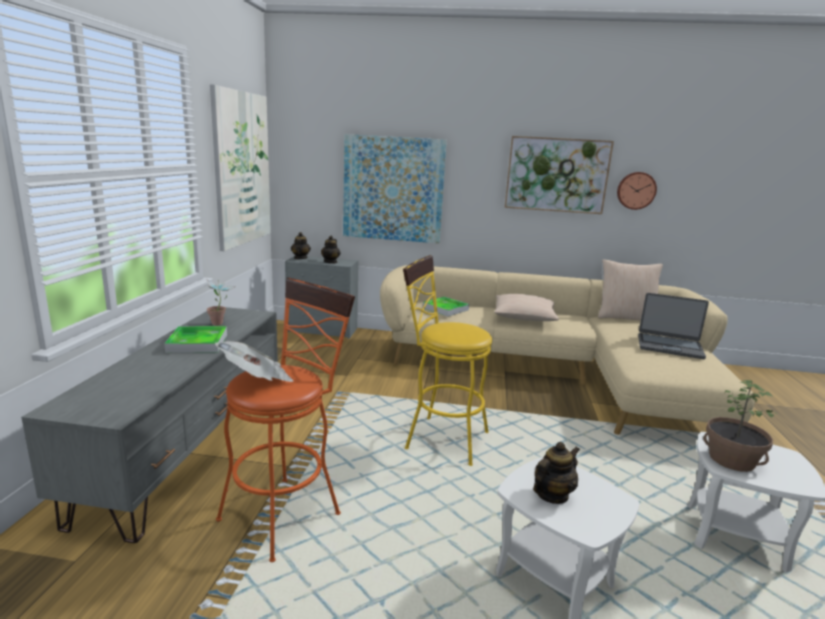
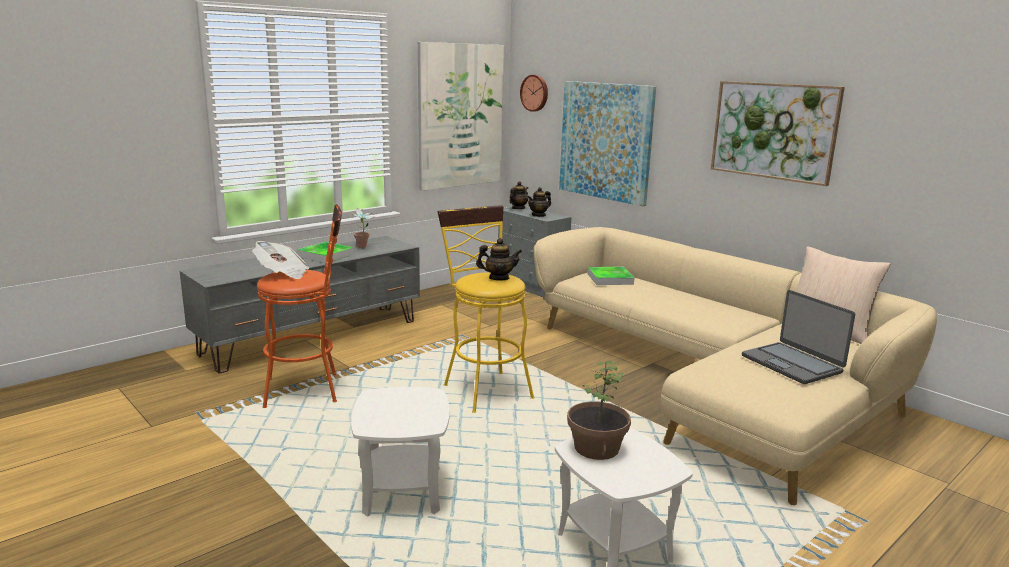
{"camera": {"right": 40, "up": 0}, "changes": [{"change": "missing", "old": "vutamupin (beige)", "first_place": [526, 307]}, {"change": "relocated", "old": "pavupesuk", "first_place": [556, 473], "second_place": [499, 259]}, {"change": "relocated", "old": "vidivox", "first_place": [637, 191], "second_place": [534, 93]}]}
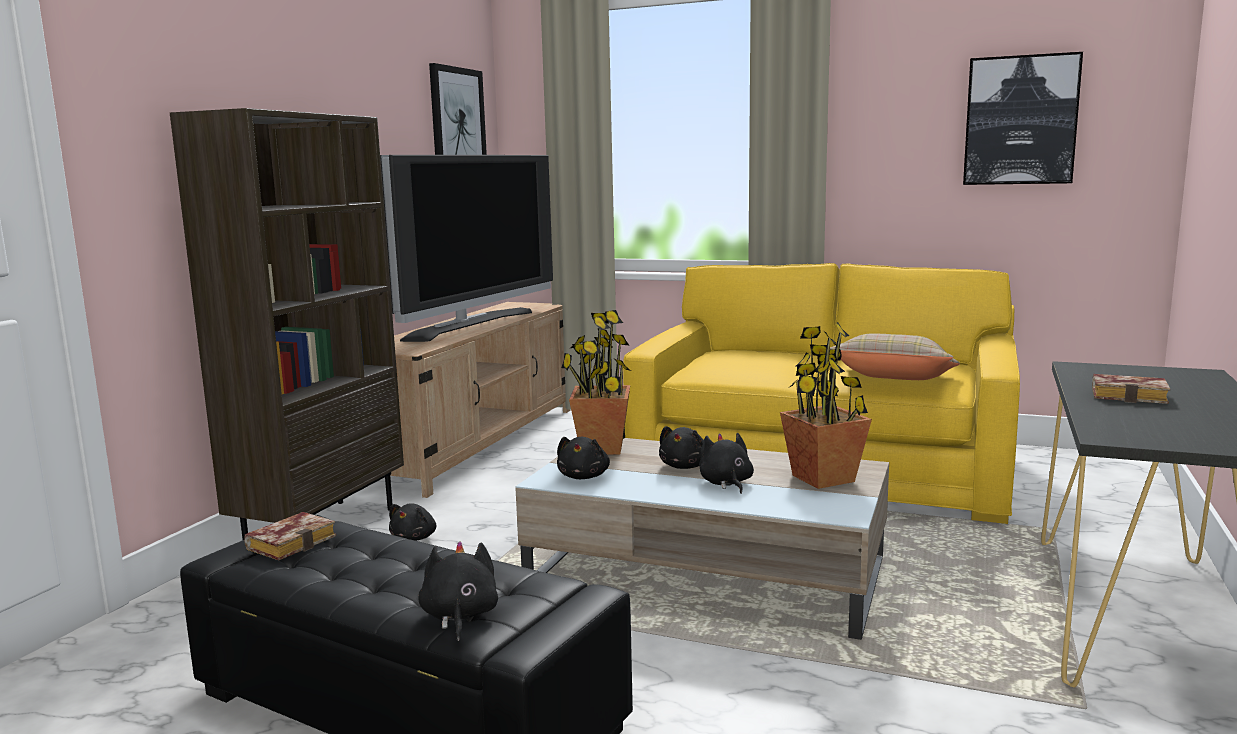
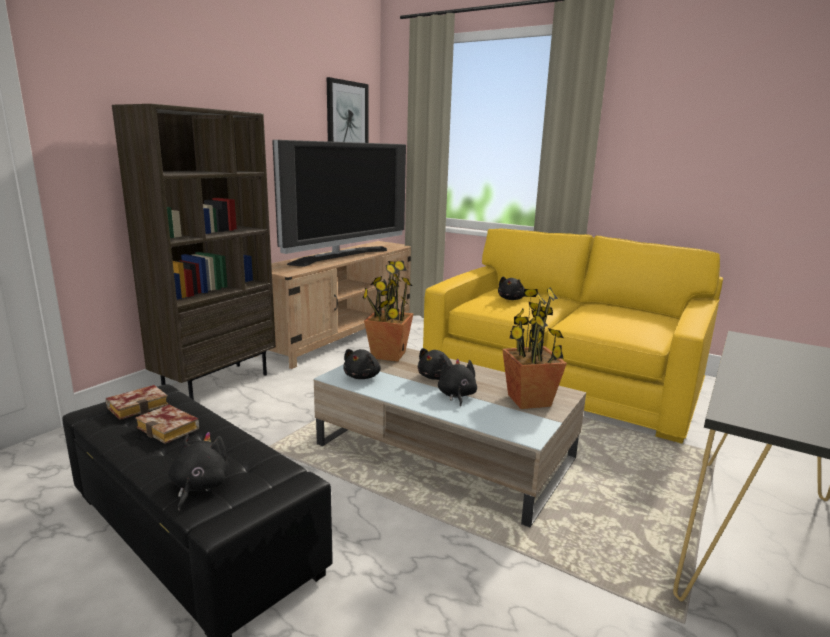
{"camera": {"right": 10, "up": 5}, "changes": [{"change": "missing", "old": "vutamupin (beige)", "first_place": [895, 356]}, {"change": "missing", "old": "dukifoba", "first_place": [1023, 118]}, {"change": "relocated", "old": "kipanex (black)", "first_place": [412, 522], "second_place": [511, 288]}, {"change": "relocated", "old": "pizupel", "first_place": [1131, 389], "second_place": [167, 424]}]}
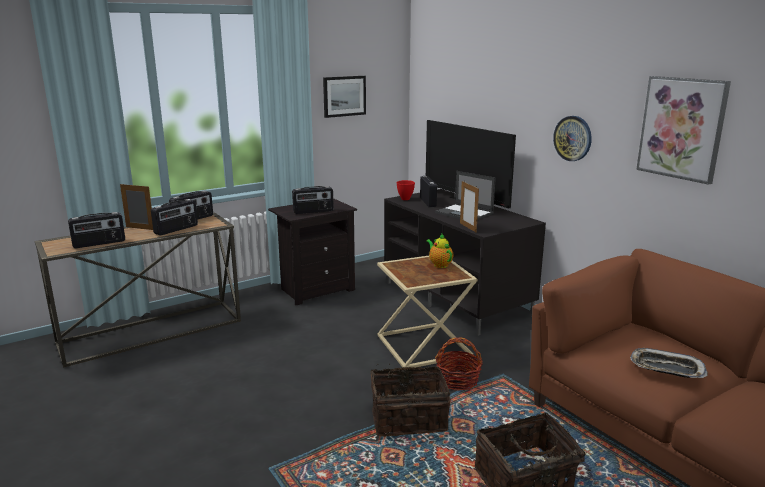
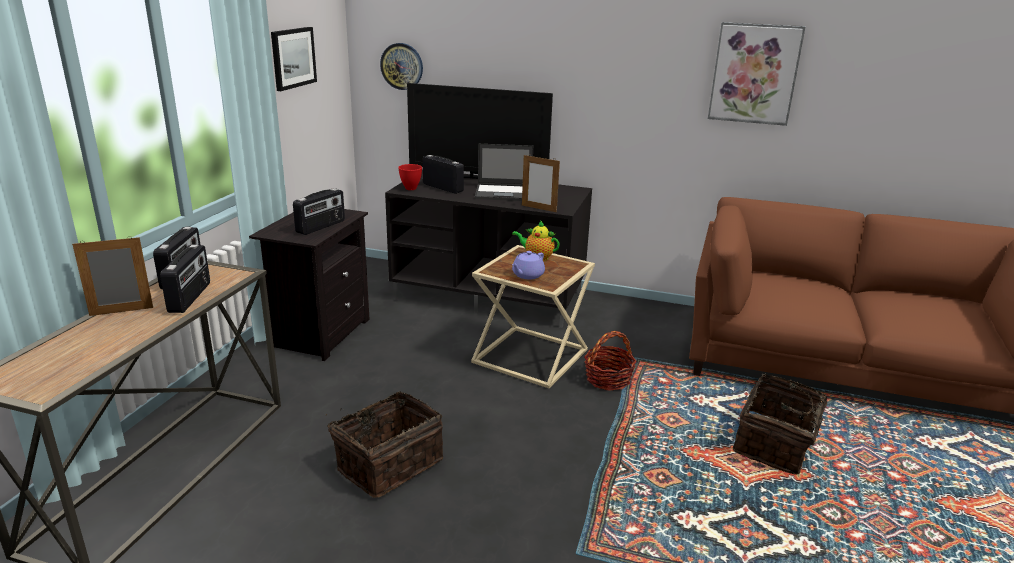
{"camera": {"right": -40, "up": 5}, "changes": [{"change": "missing", "old": "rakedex", "first_place": [96, 230]}, {"change": "missing", "old": "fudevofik", "first_place": [669, 363]}, {"change": "appeared", "new": "pavupesuk (purple)", "second_place": [528, 265]}, {"change": "relocated", "old": "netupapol", "first_place": [410, 400], "second_place": [384, 444]}, {"change": "relocated", "old": "vidivox", "first_place": [572, 138], "second_place": [401, 66]}]}
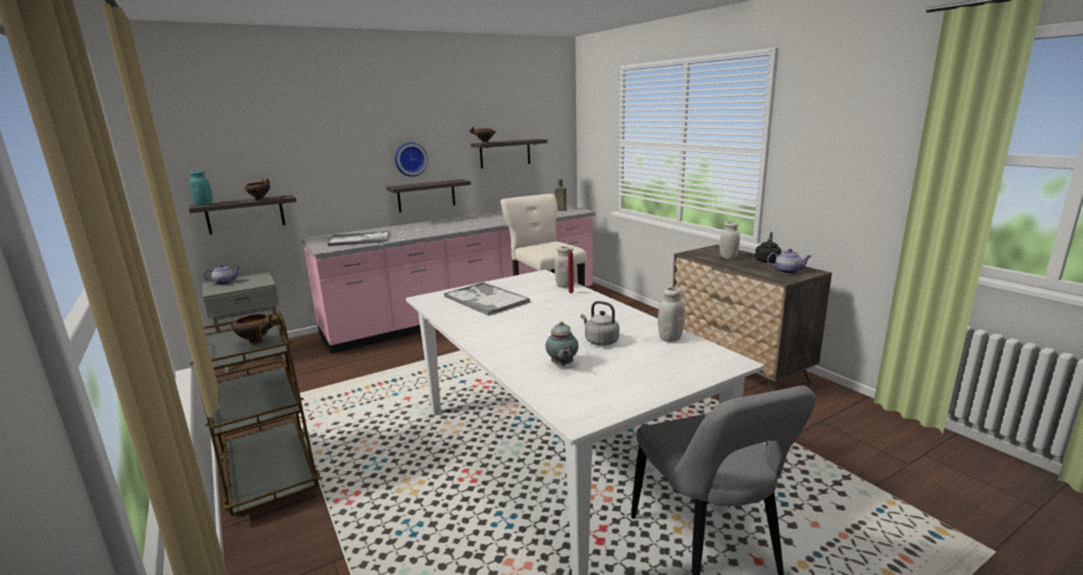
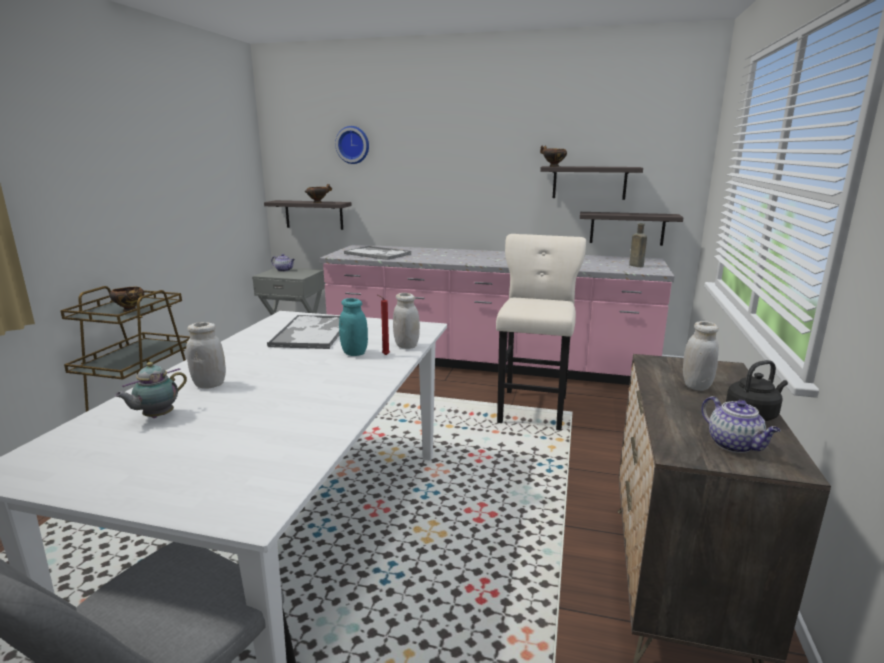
{"camera": {"right": 45, "up": 0}, "changes": [{"change": "missing", "old": "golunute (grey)", "first_place": [600, 323]}, {"change": "relocated", "old": "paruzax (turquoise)", "first_place": [201, 188], "second_place": [353, 327]}, {"change": "relocated", "old": "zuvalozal", "first_place": [428, 195], "second_place": [632, 229]}, {"change": "relocated", "old": "vidivox", "first_place": [411, 159], "second_place": [352, 145]}, {"change": "relocated", "old": "paruzax (white)", "first_place": [671, 314], "second_place": [206, 355]}]}
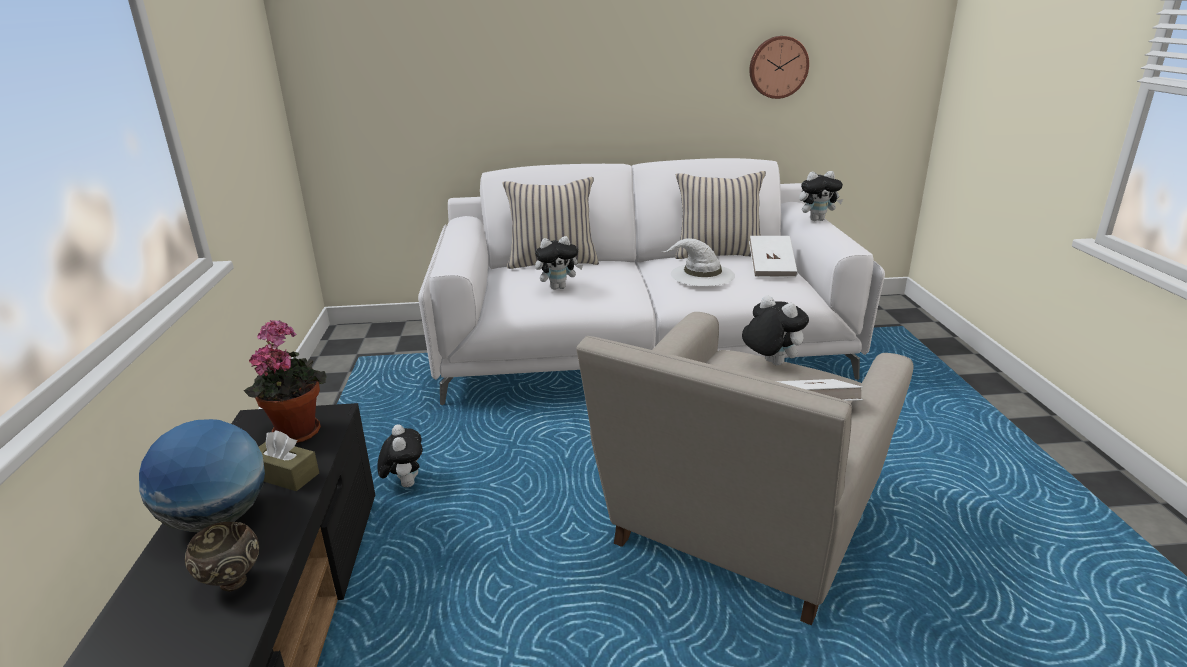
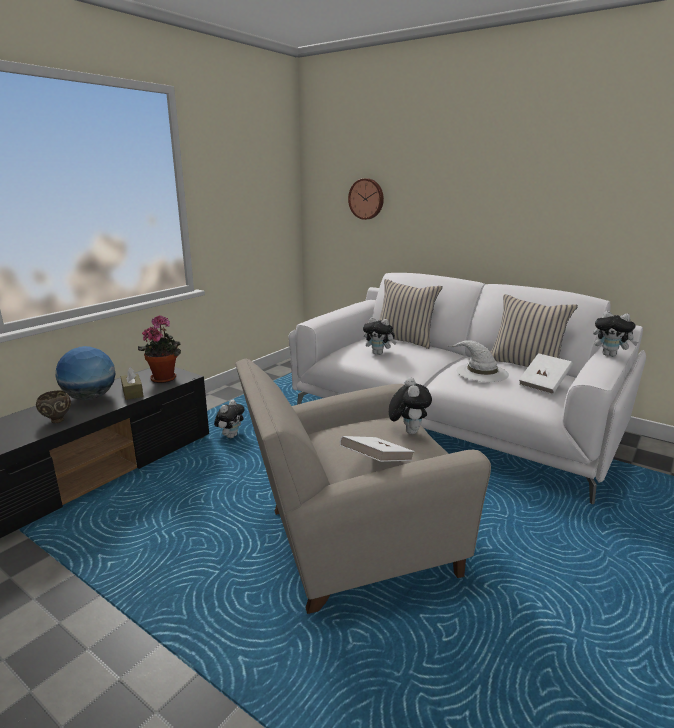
{"camera": {"right": 40, "up": -5}, "changes": [{"change": "relocated", "old": "vidivox", "first_place": [779, 67], "second_place": [366, 199]}]}
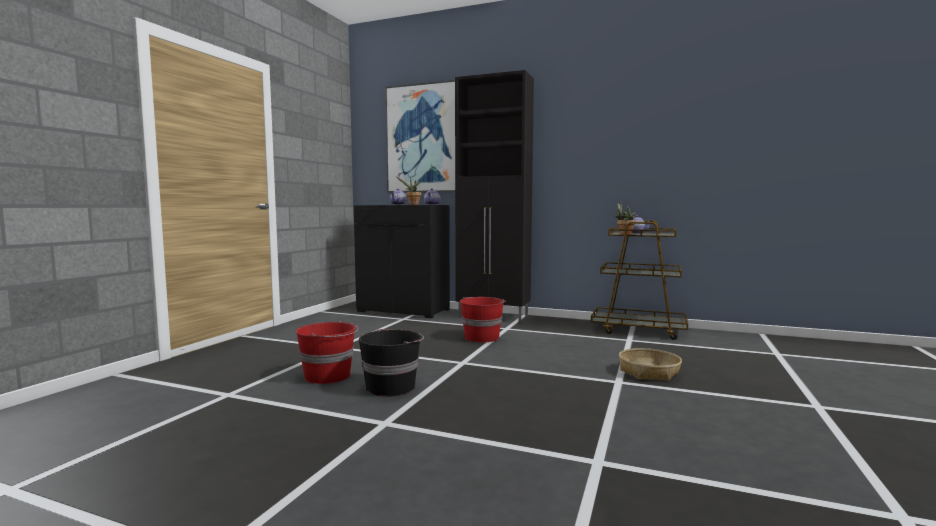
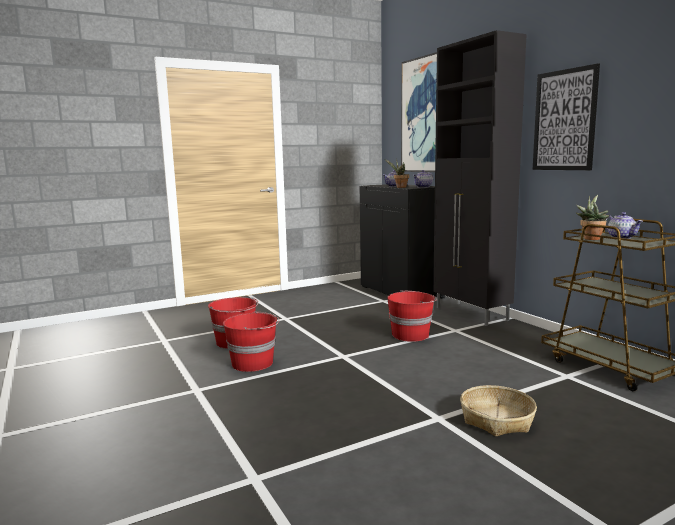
{"camera": {"right": 40, "up": 5}, "changes": [{"change": "appeared", "new": "dukifoba", "second_place": [566, 116]}, {"change": "colour", "old": "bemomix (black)", "new": "bemomix (red)", "first_place": [391, 363], "second_place": [251, 341]}]}
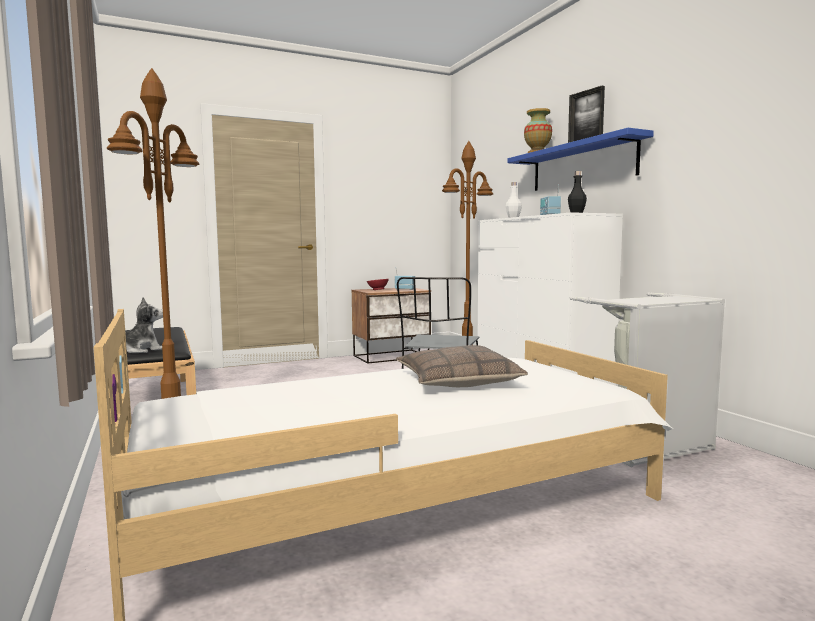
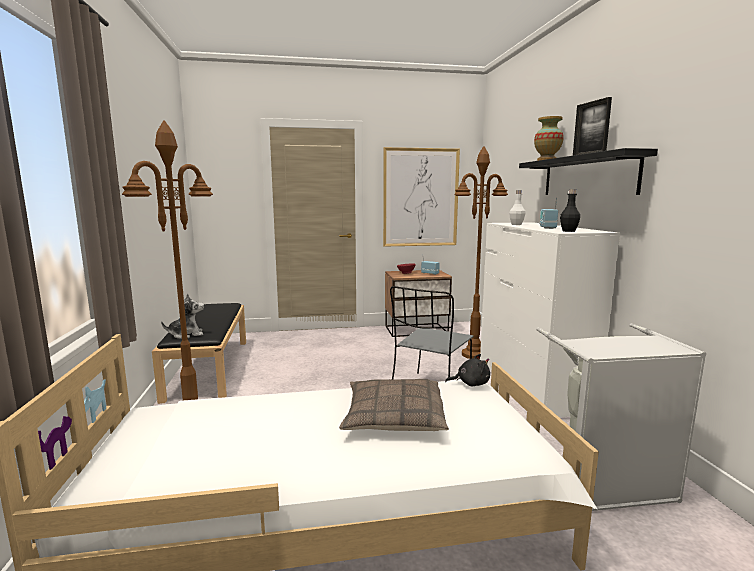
{"camera": {"right": 15, "up": 5}, "changes": [{"change": "appeared", "new": "dukifoba", "second_place": [421, 197]}, {"change": "appeared", "new": "kipanex (black)", "second_place": [467, 370]}, {"change": "colour", "old": "zuvalozal (blue)", "new": "zuvalozal (black)", "first_place": [580, 159], "second_place": [588, 171]}]}
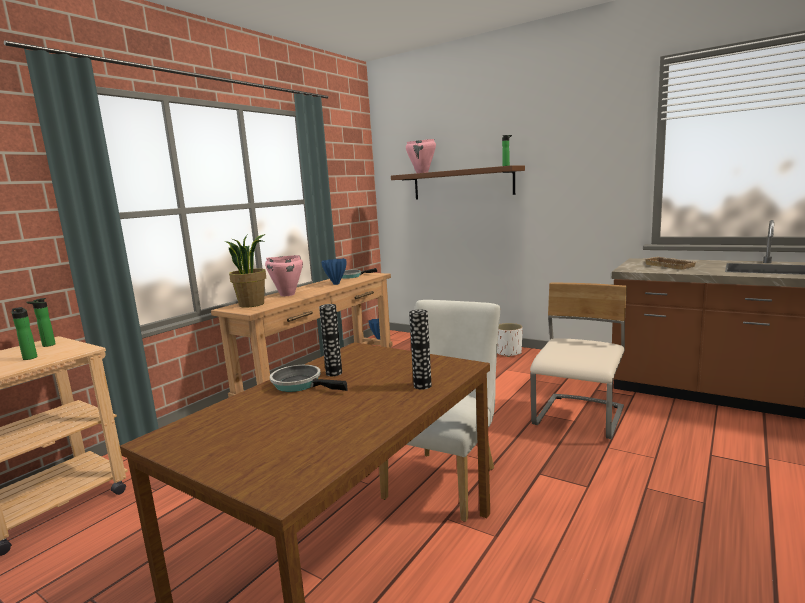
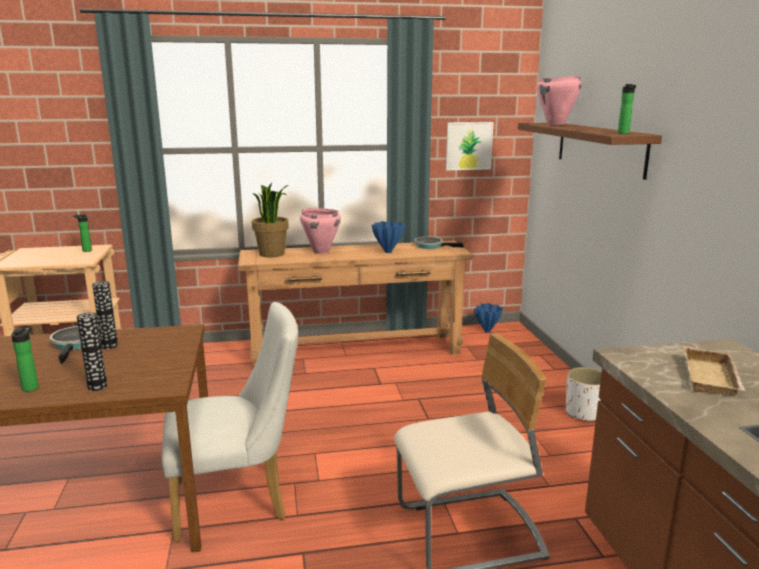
{"camera": {"right": 45, "up": 5}, "changes": [{"change": "appeared", "new": "dukifoba", "second_place": [469, 146]}, {"change": "relocated", "old": "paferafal", "first_place": [24, 333], "second_place": [25, 358]}]}
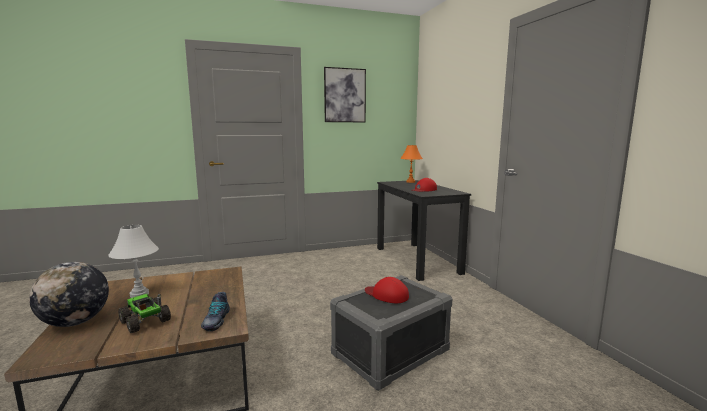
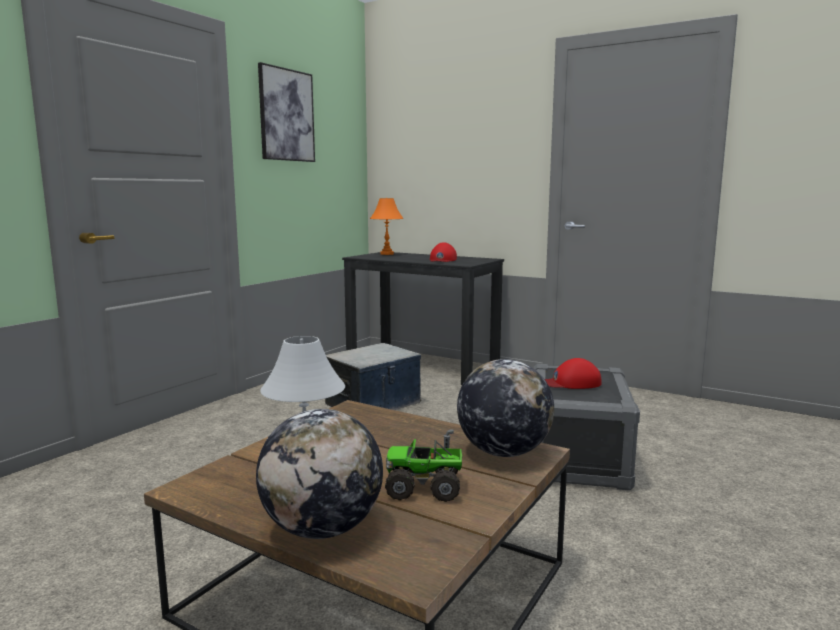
{"camera": {"right": -40, "up": 0}, "changes": [{"change": "appeared", "new": "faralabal", "second_place": [373, 376]}, {"change": "exchanged", "old": "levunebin", "new": "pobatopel", "first_place": [215, 311], "second_place": [505, 408]}]}
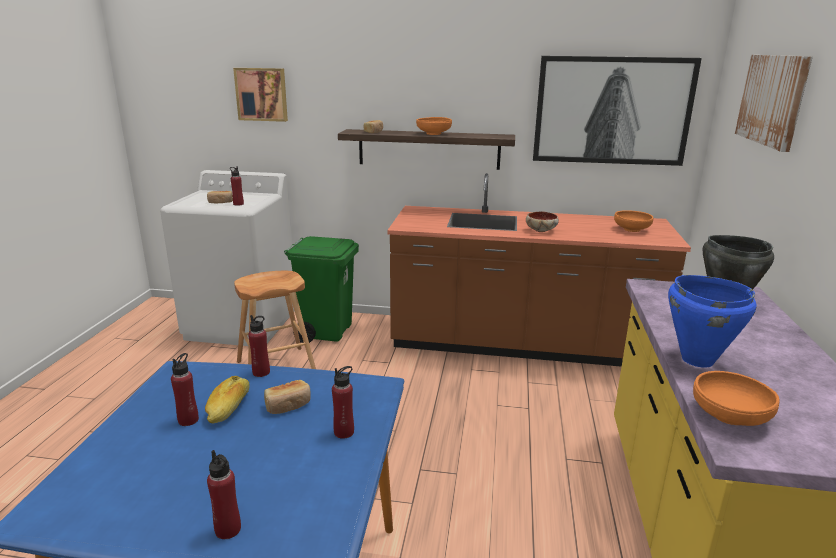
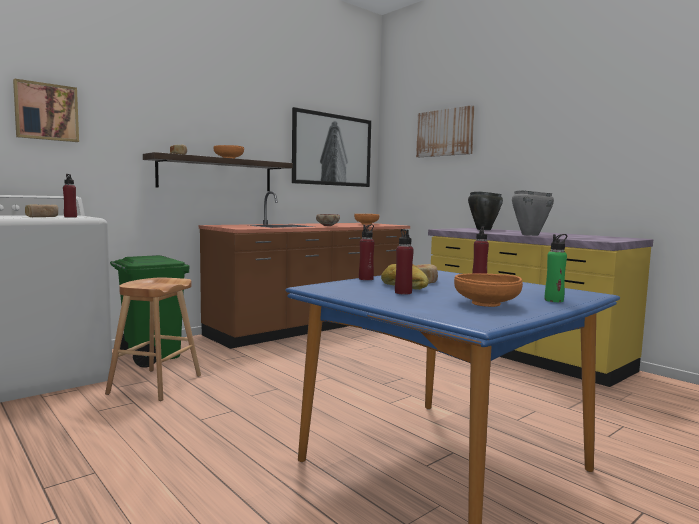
{"camera": {"right": -50, "up": -15}, "changes": [{"change": "relocated", "old": "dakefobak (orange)", "first_place": [736, 398], "second_place": [488, 290]}, {"change": "colour", "old": "paferafal (red)", "new": "paferafal (green)", "first_place": [224, 494], "second_place": [556, 268]}, {"change": "colour", "old": "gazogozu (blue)", "new": "gazogozu (grey)", "first_place": [712, 321], "second_place": [533, 213]}]}
